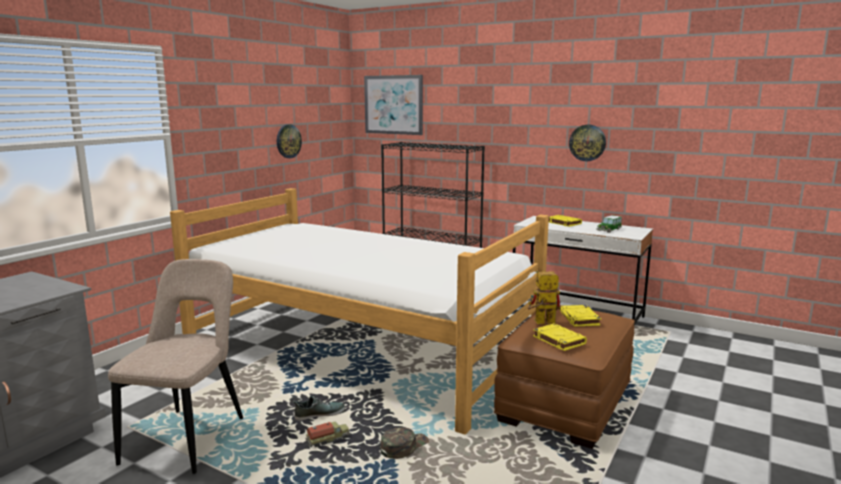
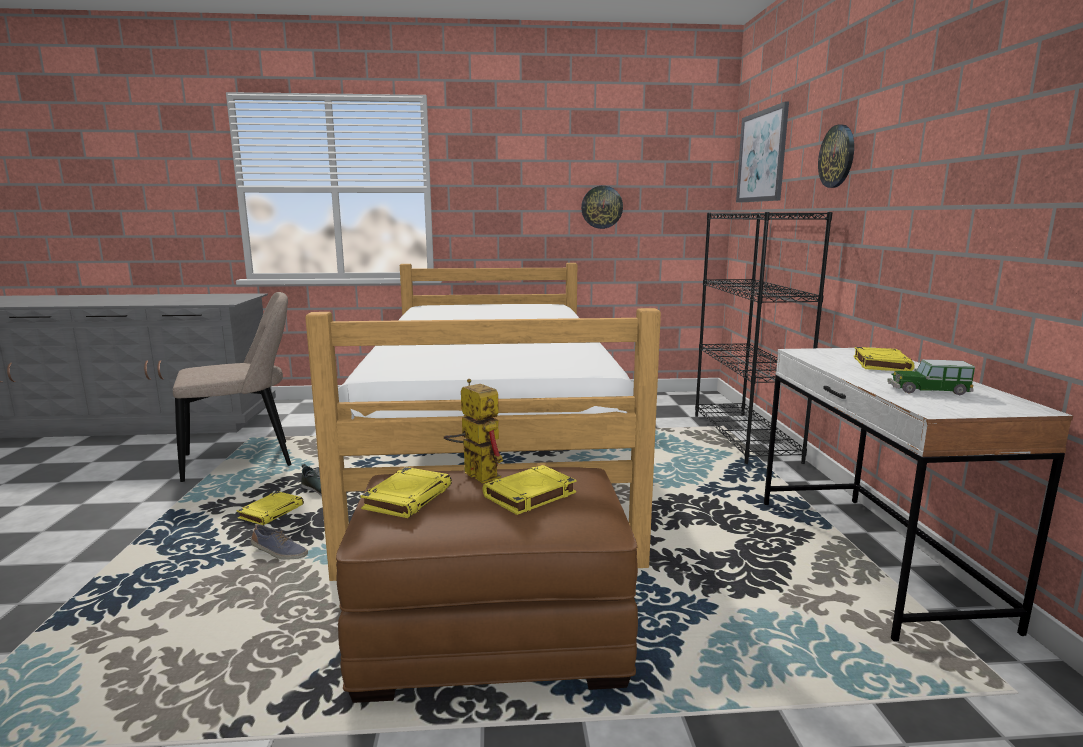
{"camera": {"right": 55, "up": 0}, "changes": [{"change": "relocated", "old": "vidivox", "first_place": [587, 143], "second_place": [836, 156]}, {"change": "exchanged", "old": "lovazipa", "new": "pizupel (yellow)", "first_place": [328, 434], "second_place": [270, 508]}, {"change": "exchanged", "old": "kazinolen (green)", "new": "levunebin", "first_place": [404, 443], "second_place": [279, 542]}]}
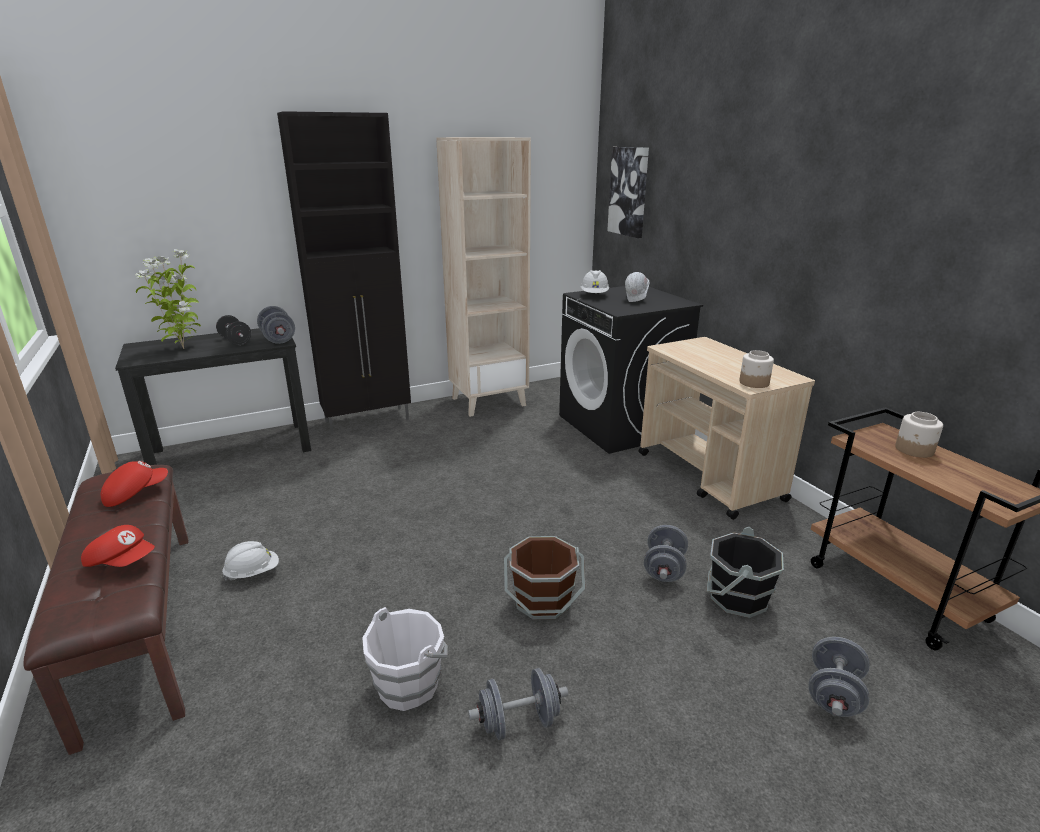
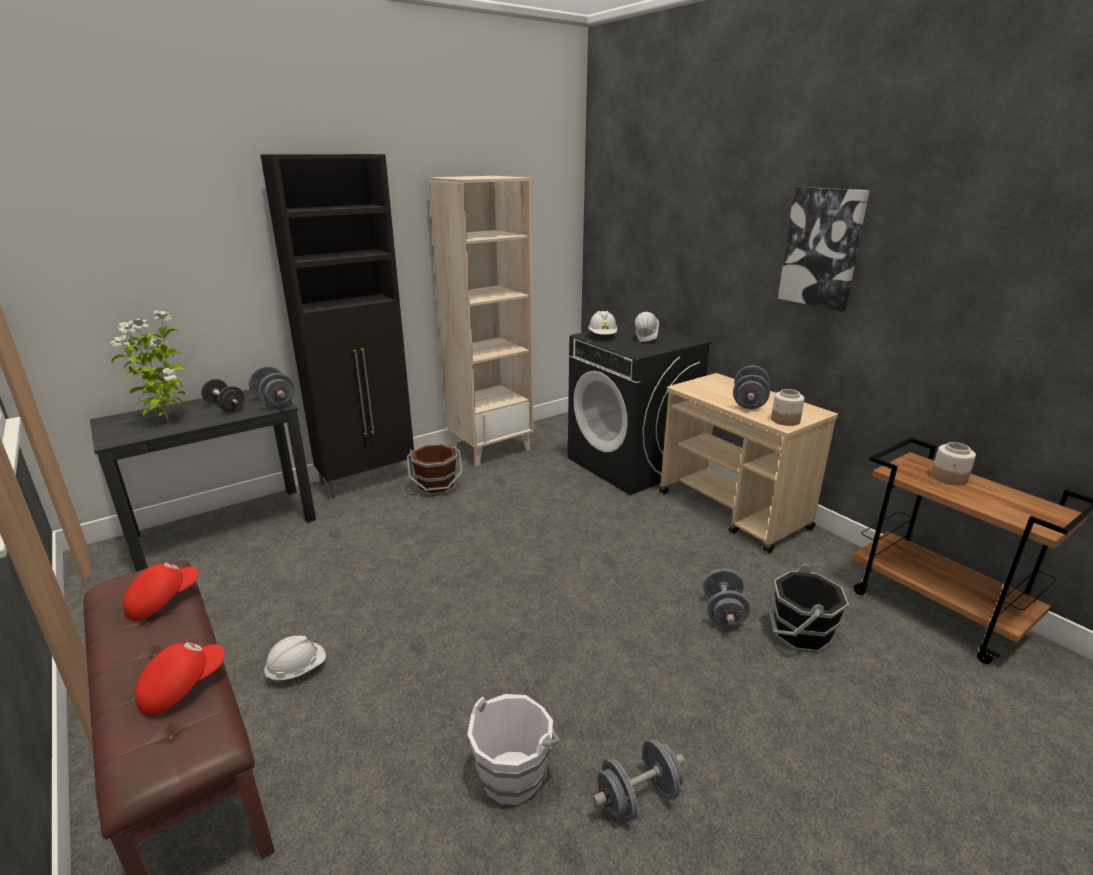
{"camera": {"right": -10, "up": 0}, "changes": [{"change": "relocated", "old": "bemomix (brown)", "first_place": [544, 578], "second_place": [435, 470]}, {"change": "relocated", "old": "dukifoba", "first_place": [628, 192], "second_place": [824, 249]}, {"change": "relocated", "old": "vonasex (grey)", "first_place": [839, 677], "second_place": [751, 387]}, {"change": "spun", "old": "kazinolen (red)", "first_place": [118, 546], "second_place": [180, 679], "degrees": -60}]}
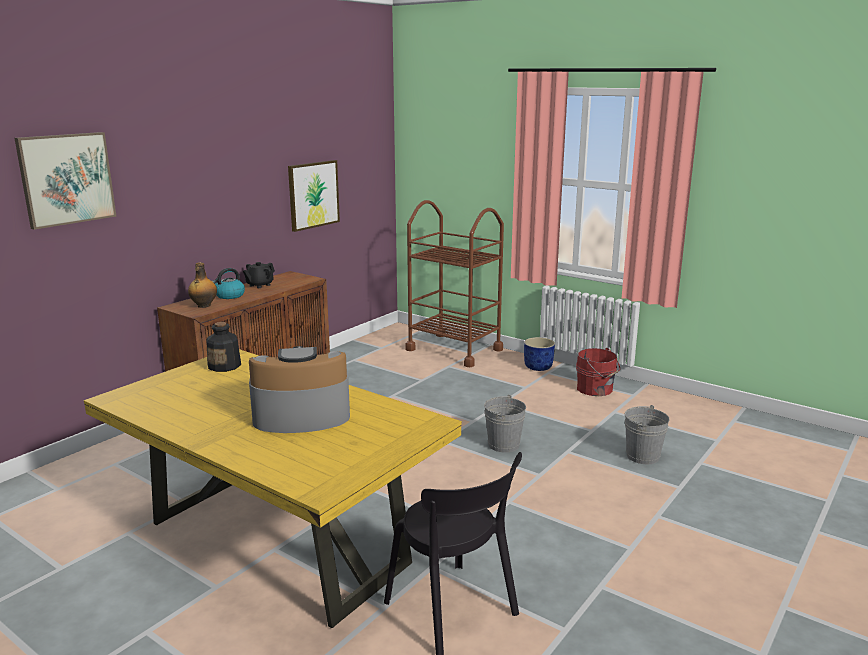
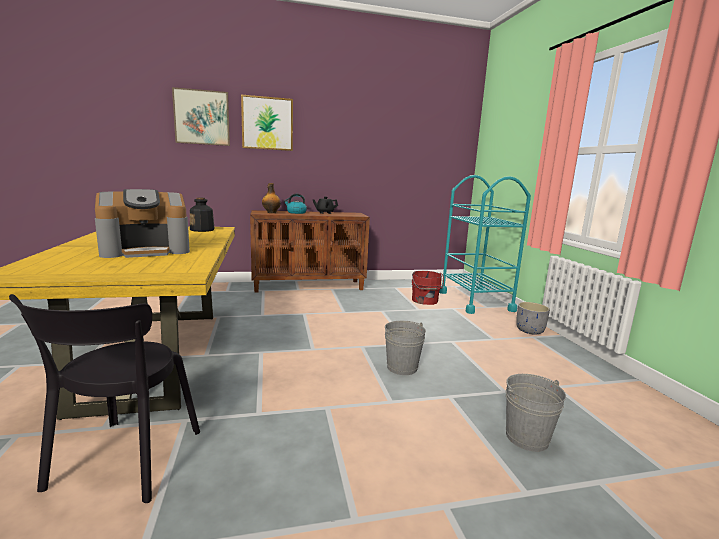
{"camera": {"right": 40, "up": -5}, "changes": [{"change": "relocated", "old": "dukifoba", "first_place": [314, 196], "second_place": [267, 122]}, {"change": "relocated", "old": "bemomix (red)", "first_place": [598, 372], "second_place": [428, 288]}, {"change": "colour", "old": "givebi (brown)", "new": "givebi (turquoise)", "first_place": [454, 283], "second_place": [485, 244]}, {"change": "colour", "old": "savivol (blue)", "new": "savivol (grey)", "first_place": [539, 354], "second_place": [533, 318]}, {"change": "spun", "old": "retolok", "first_place": [299, 389], "second_place": [142, 223], "degrees": 120}]}
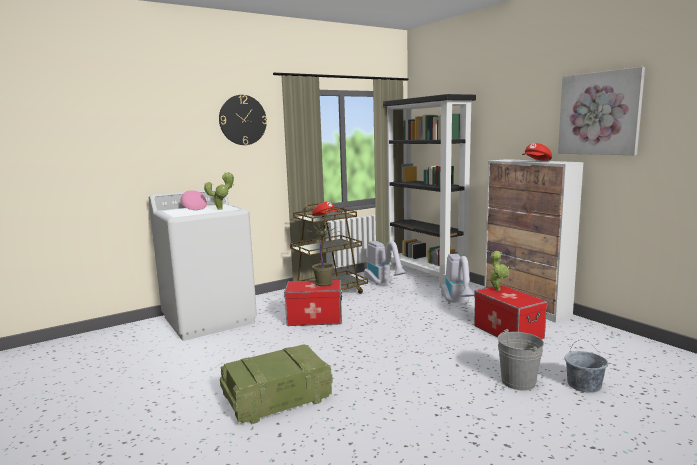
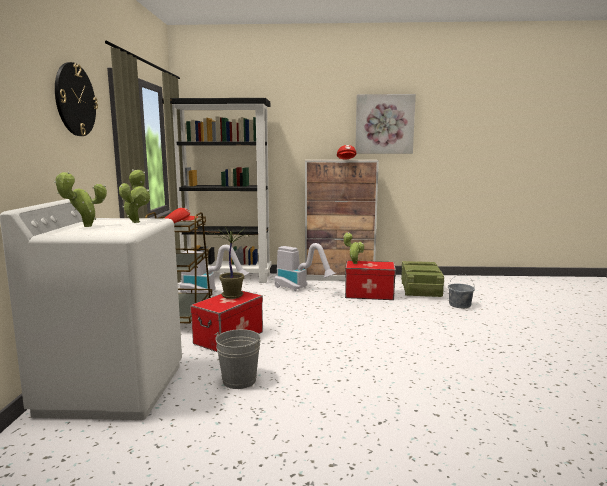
{"camera": {"right": -55, "up": 0}, "changes": [{"change": "relocated", "old": "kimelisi", "first_place": [276, 384], "second_place": [422, 279]}, {"change": "relocated", "old": "bemomix (grey)", "first_place": [520, 360], "second_place": [237, 359]}, {"change": "exchanged", "old": "kazinolen (pink)", "new": "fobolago", "first_place": [193, 200], "second_place": [80, 199]}]}
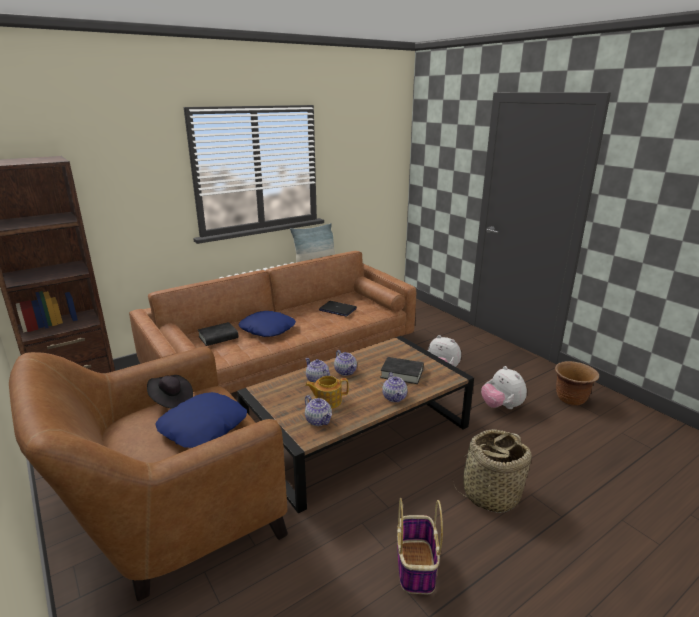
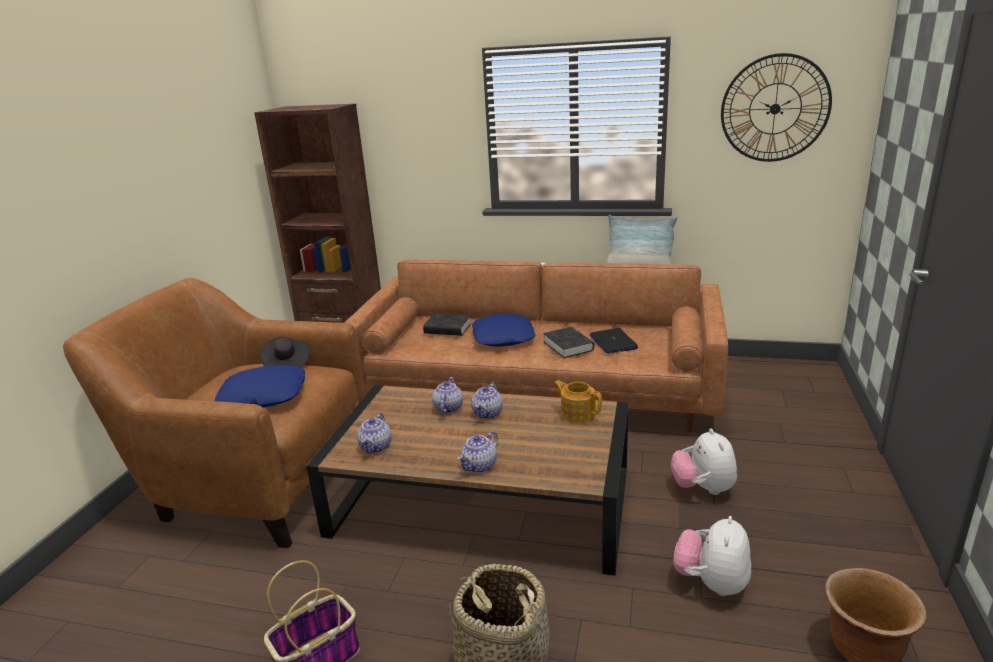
{"camera": {"right": 50, "up": 0}, "changes": [{"change": "appeared", "new": "vidivox", "second_place": [776, 107]}, {"change": "relocated", "old": "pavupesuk", "first_place": [327, 392], "second_place": [578, 401]}, {"change": "relocated", "old": "pizupel (black)", "first_place": [402, 370], "second_place": [568, 342]}]}
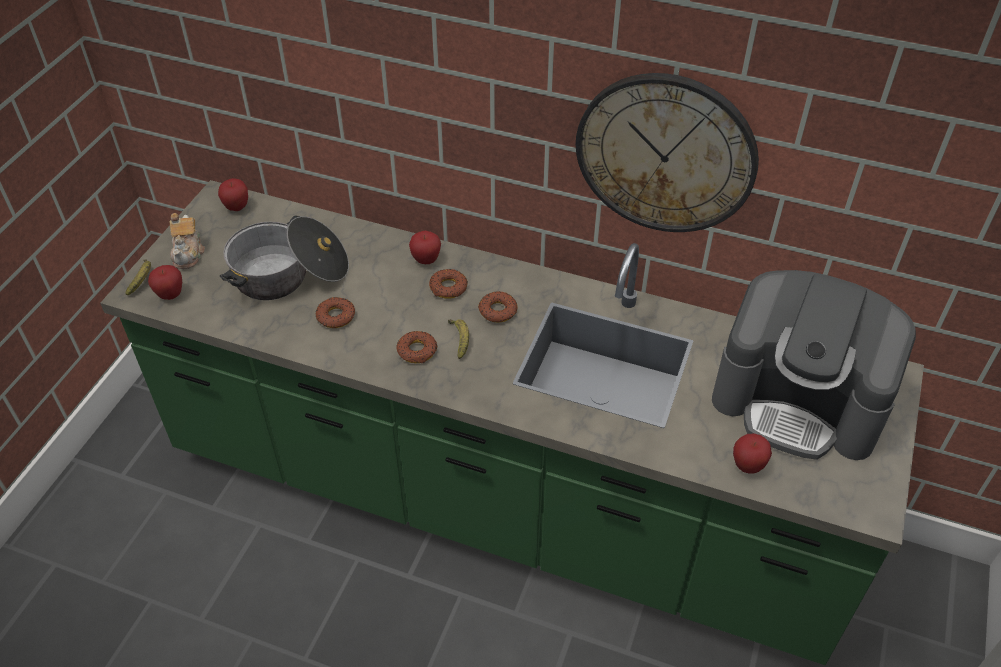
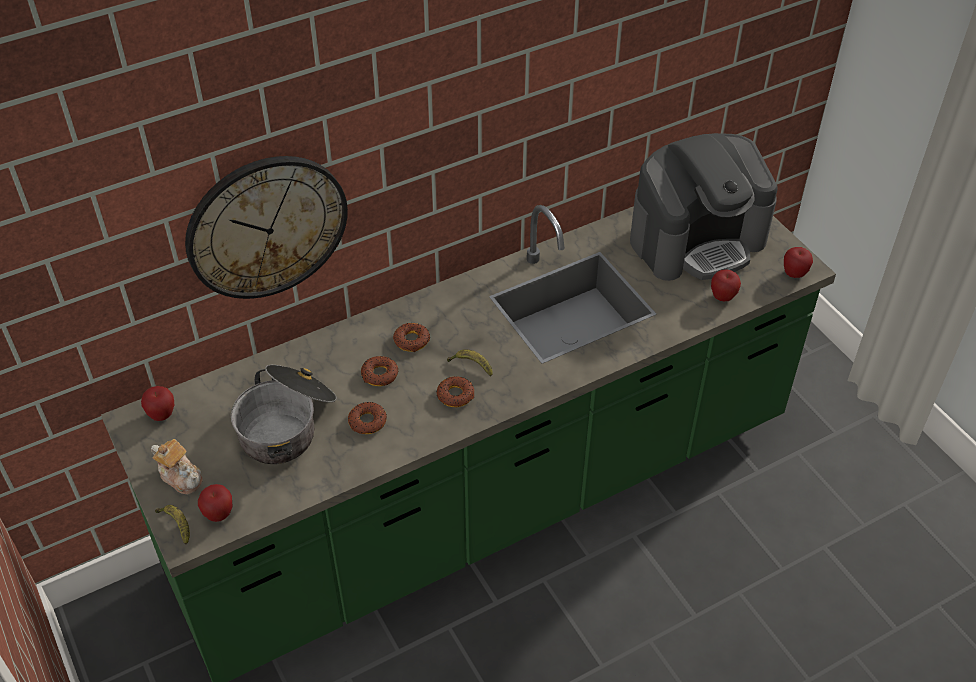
{"camera": {"right": -50, "up": 0}, "changes": [{"change": "relocated", "old": "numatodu", "first_place": [425, 247], "second_place": [798, 262]}, {"change": "relocated", "old": "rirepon", "first_place": [497, 307], "second_place": [380, 371]}, {"change": "relocated", "old": "vidivox", "first_place": [667, 152], "second_place": [266, 227]}]}
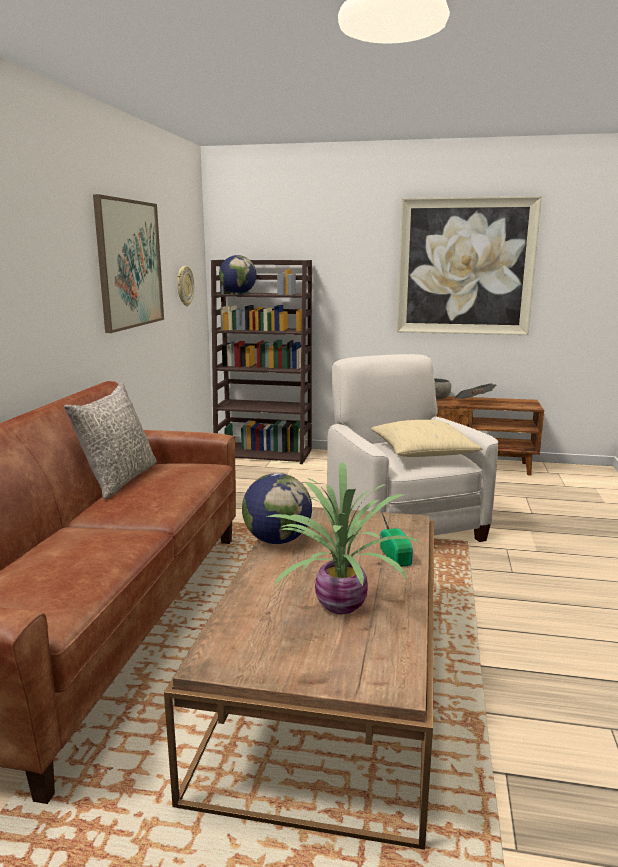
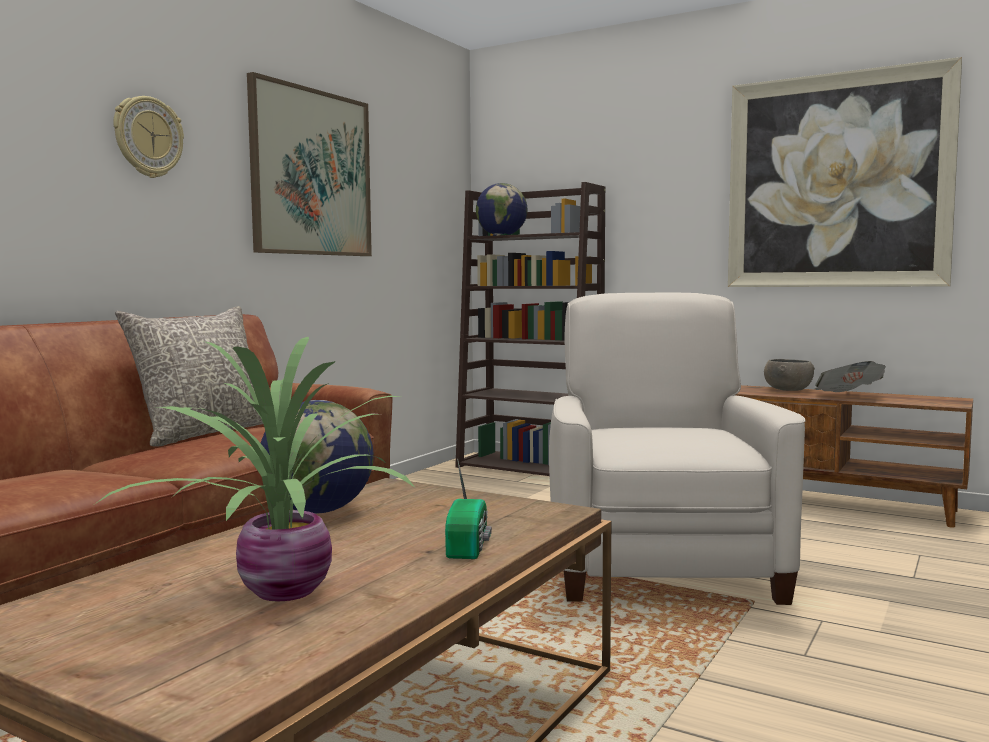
{"camera": {"right": 20, "up": -10}, "changes": [{"change": "missing", "old": "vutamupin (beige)", "first_place": [427, 438]}, {"change": "relocated", "old": "vidivox", "first_place": [185, 286], "second_place": [148, 137]}]}
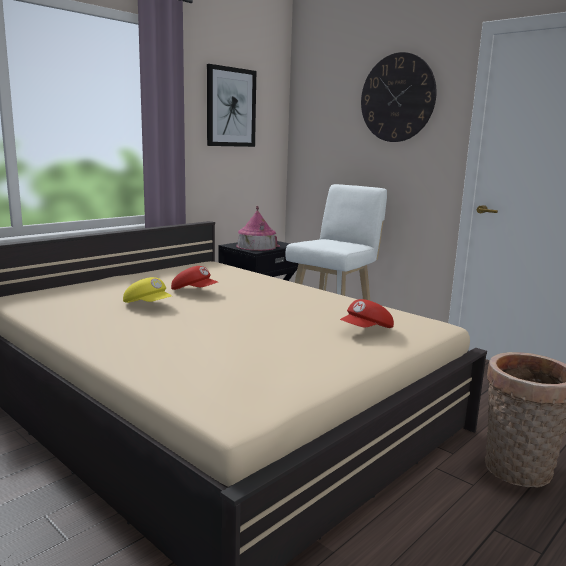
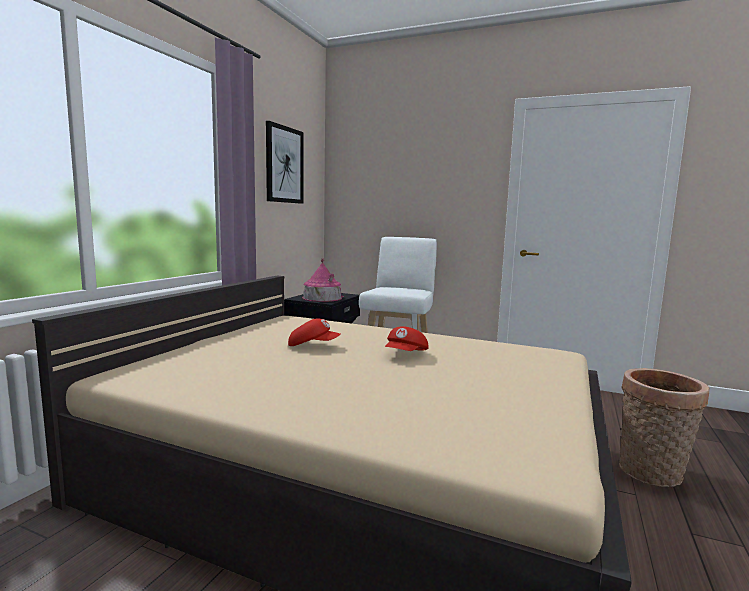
{"camera": {"right": -20, "up": -5}, "changes": [{"change": "missing", "old": "kazinolen (yellow)", "first_place": [147, 290]}, {"change": "missing", "old": "vidivox", "first_place": [398, 97]}, {"change": "relocated", "old": "kazinolen (red)", "first_place": [367, 313], "second_place": [407, 338]}]}
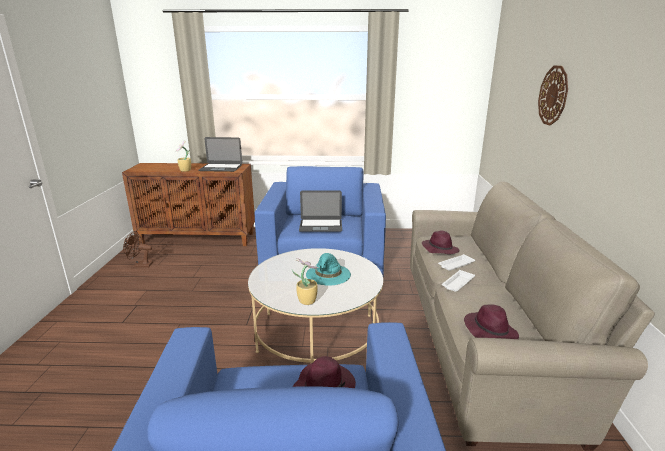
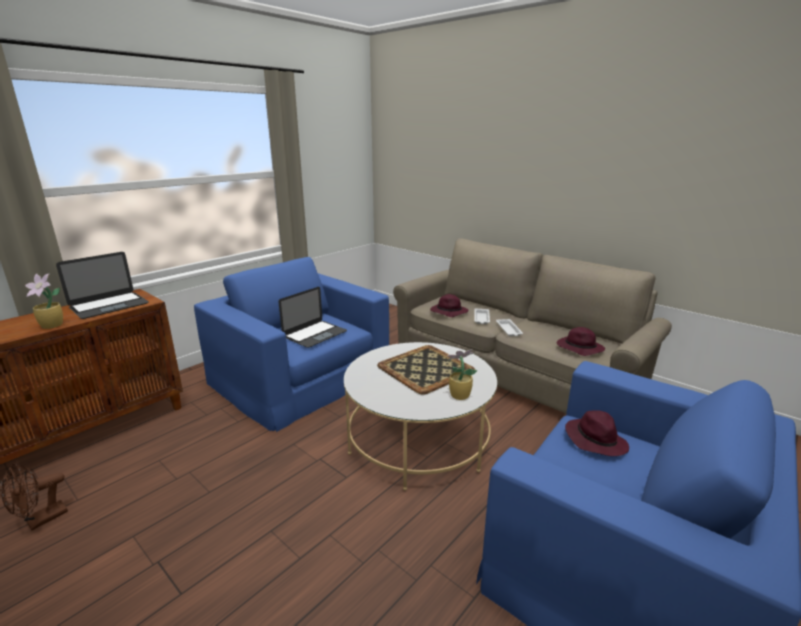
{"camera": {"right": -50, "up": 0}, "changes": [{"change": "missing", "old": "vidivox", "first_place": [553, 96]}, {"change": "exchanged", "old": "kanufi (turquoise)", "new": "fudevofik", "first_place": [328, 269], "second_place": [426, 370]}]}
